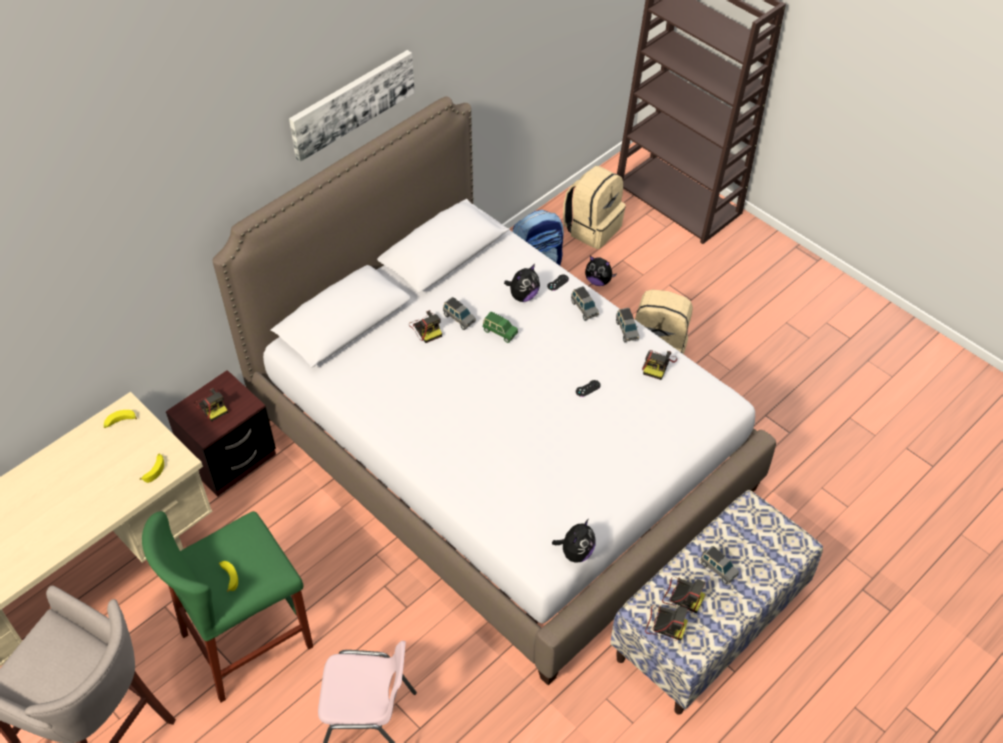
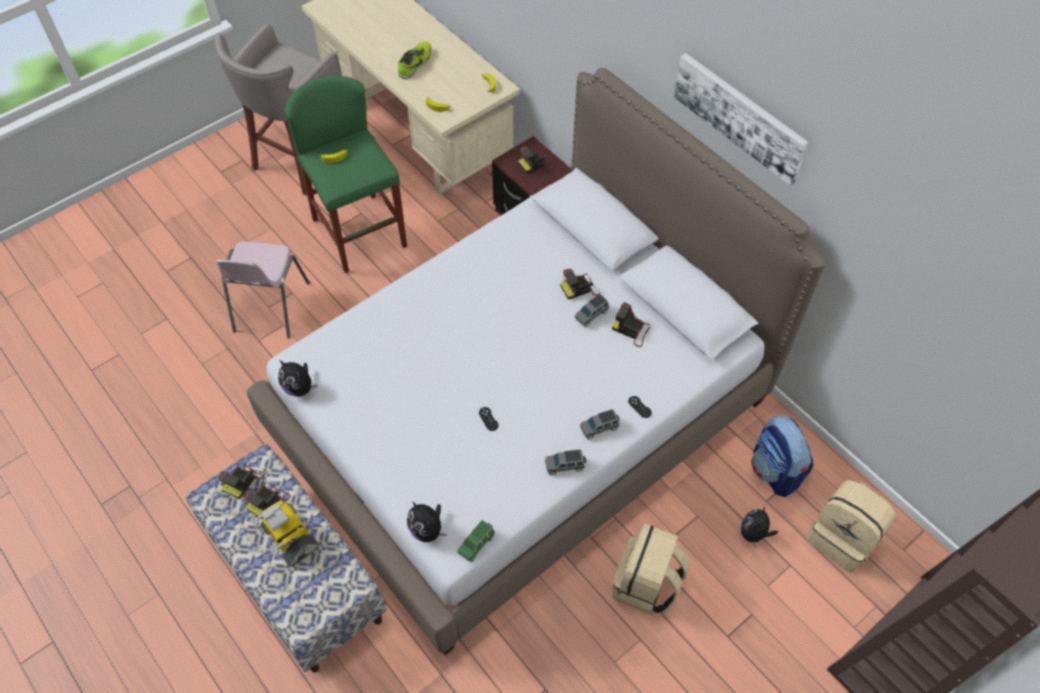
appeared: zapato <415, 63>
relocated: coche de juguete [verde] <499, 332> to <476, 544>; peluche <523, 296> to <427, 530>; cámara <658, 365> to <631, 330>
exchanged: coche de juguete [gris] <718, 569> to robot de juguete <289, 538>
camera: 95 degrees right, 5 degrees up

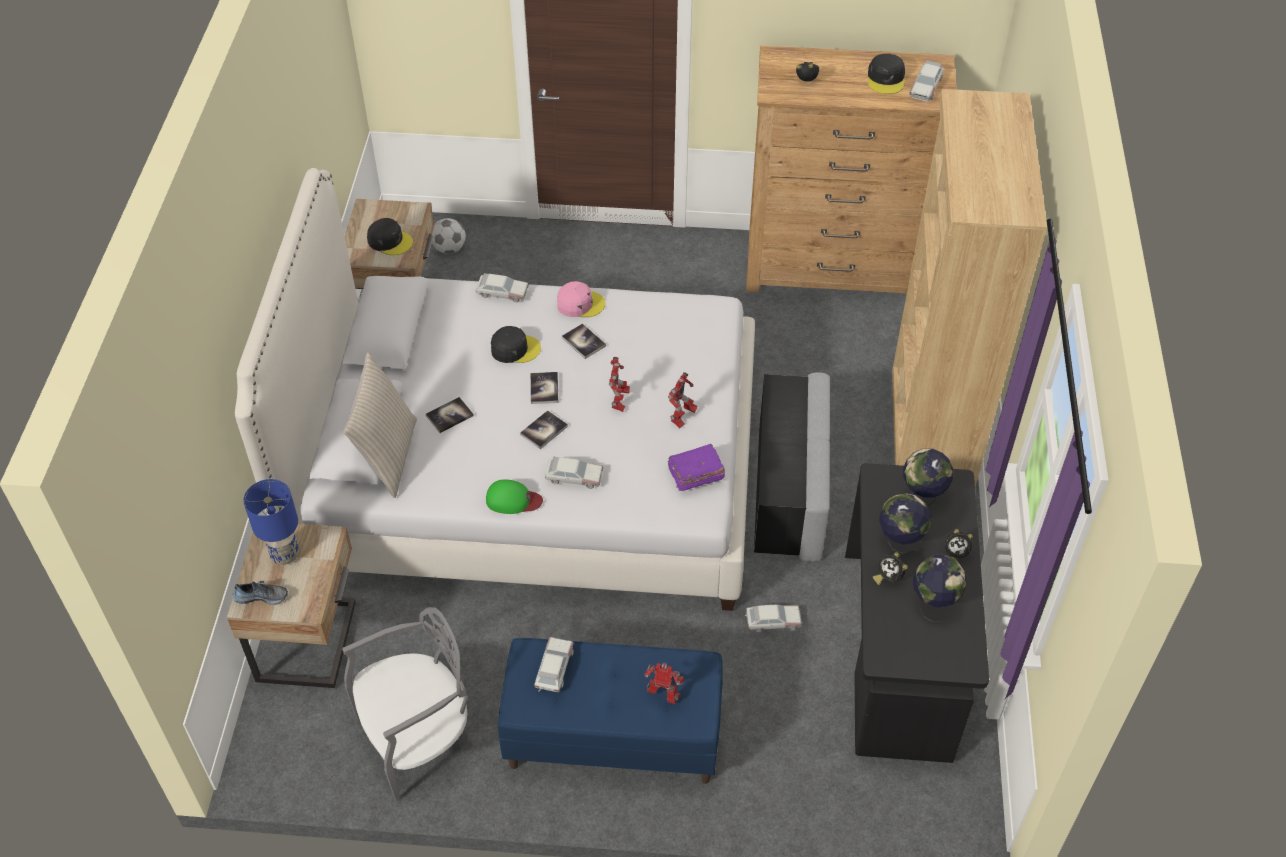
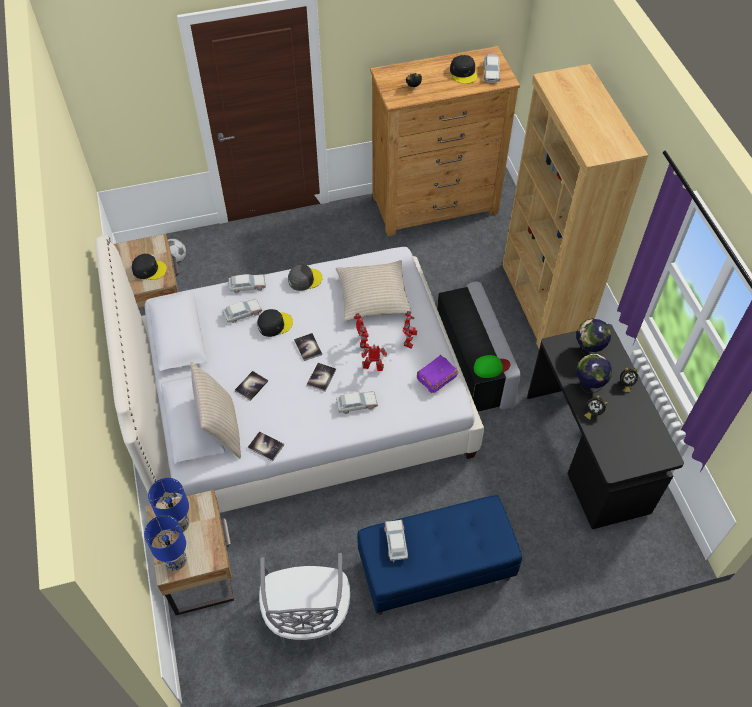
missing: globo terráqueo <933, 603>
appeared: cojín [beis] <373, 297>
relocated: gorra [verde] <513, 500> to <491, 367>; libro <583, 342> to <266, 446>; robot de juguete <664, 696> to <374, 368>; coche de juguete <772, 621> to <242, 313>
exchanged: zapato <261, 596> to lámpara de mesa [azul] <175, 561>
colour: gorra [rosa] <580, 304> to gorra [gris] <304, 279>
spun: silla [gris] <418, 739> = <307, 616> 135 degrees clockwise
camera: 20 degrees left, 5 degrees up

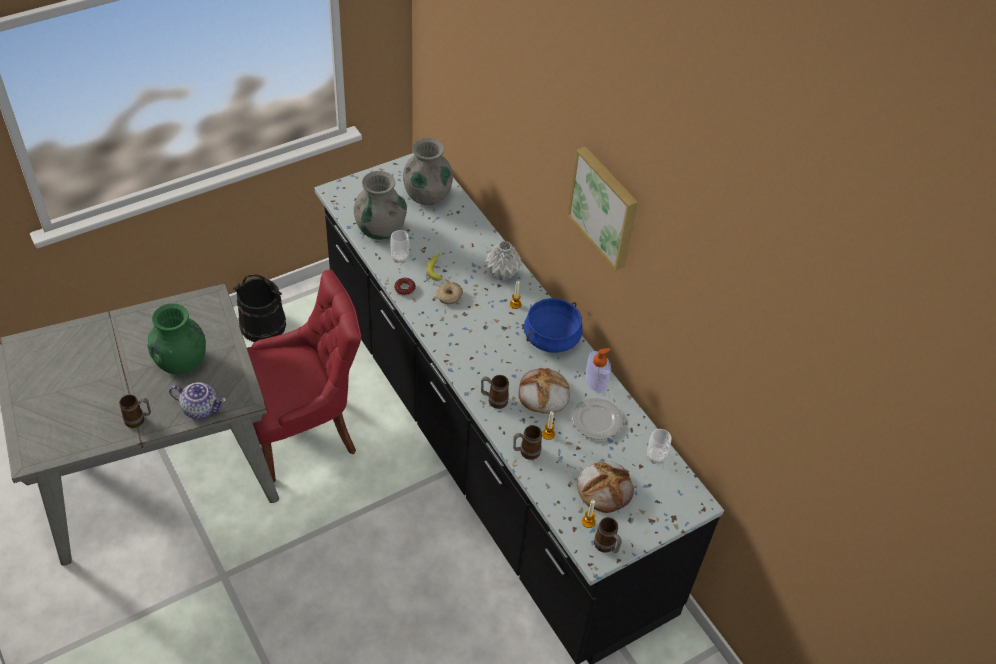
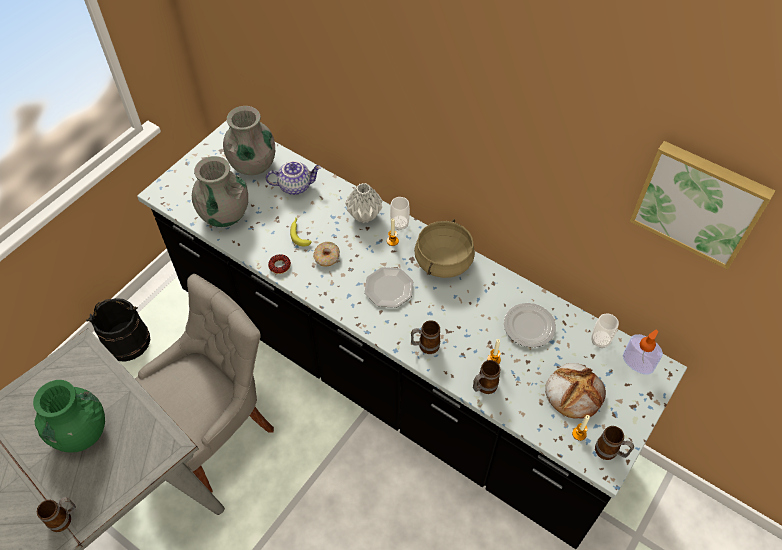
missing: pan <543, 394>
appeared: plato <389, 288>
relocated: tetera <201, 408> to <295, 186>; taza <400, 258> to <399, 224>; cuadro <605, 207> to <699, 202>; dispensador de jabón <596, 381> to <637, 362>
colour: silla [rojo] <303, 431> to silla [gris] <215, 429>; olla [azul] <551, 337> to olla [beis] <443, 260>
camera: 20 degrees left, 5 degrees up

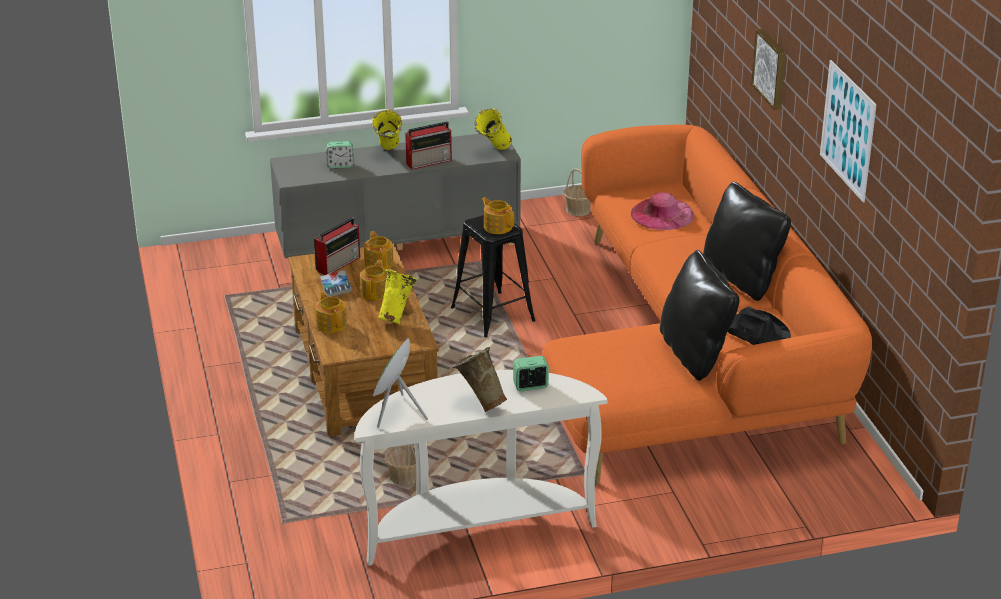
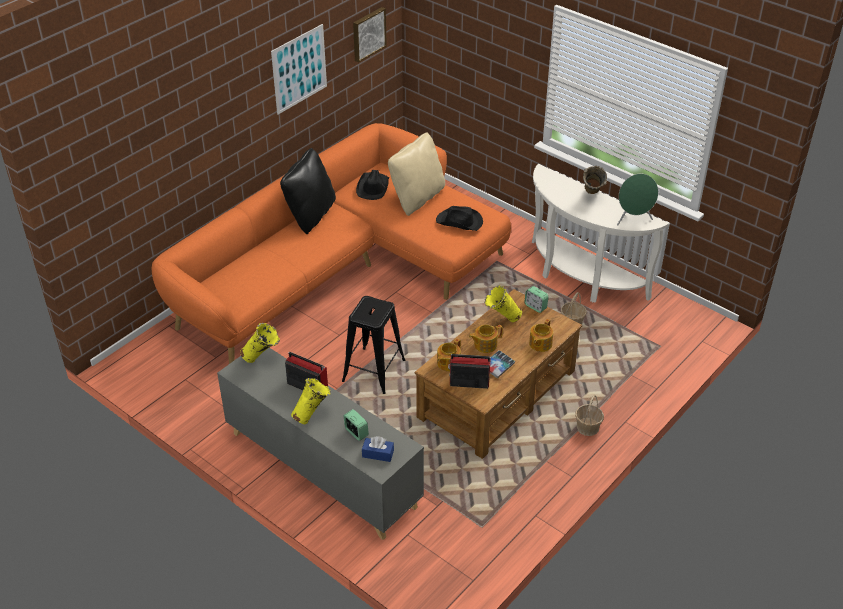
missing: tetera <497, 227>; sombrero [rosa] <662, 214>
appeared: caja de pañuelos [azul] <378, 454>; sombrero [negro] <459, 222>
relocated: despertador <530, 386> to <535, 306>; cesta <578, 209> to <587, 427>; cuadro <771, 68> to <368, 33>
colour: cojín [negro] <695, 354> to cojín [beis] <417, 198>
camera: 125 degrees left, 10 degrees up

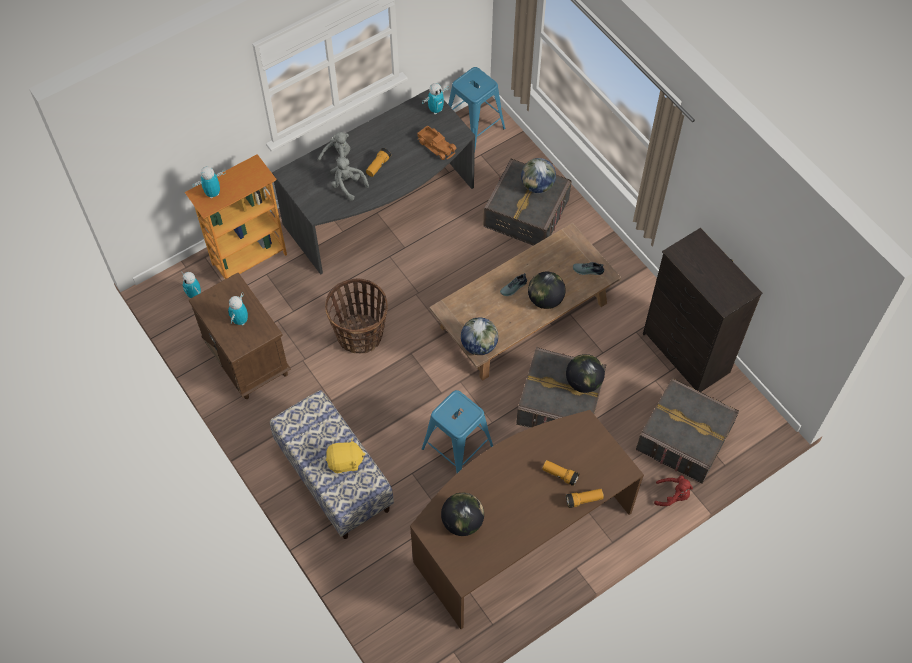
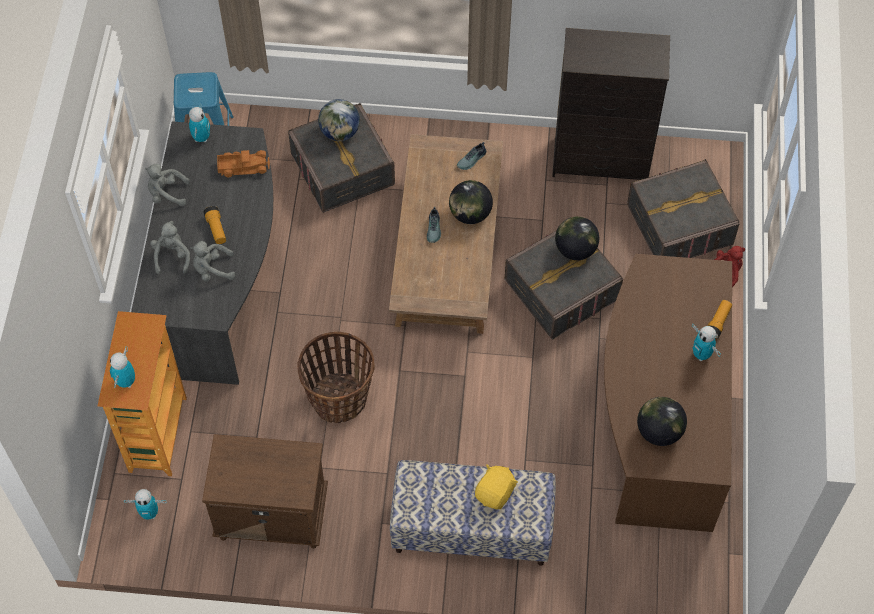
missing: taburete [azul] <457, 447>; globo terráqueo <479, 345>; linterna <560, 475>
appeared: peluche [gris] <167, 194>
relocated: robot de juguete <240, 320> to <701, 354>
camera: 50 degrees left, 0 degrees up

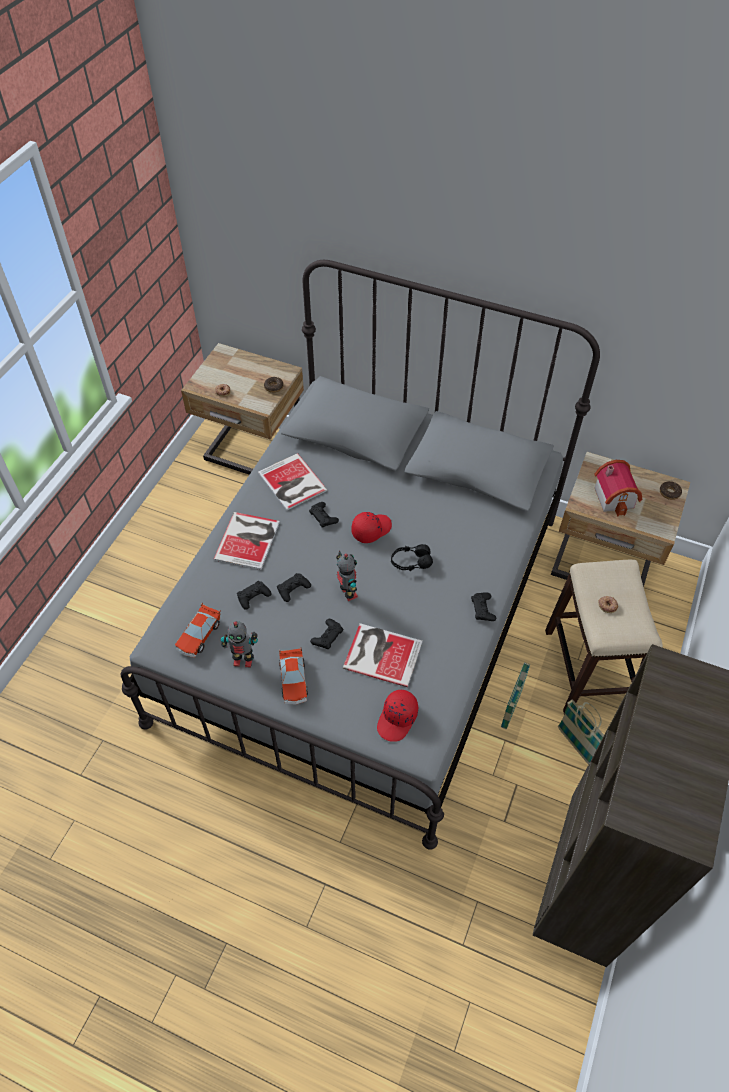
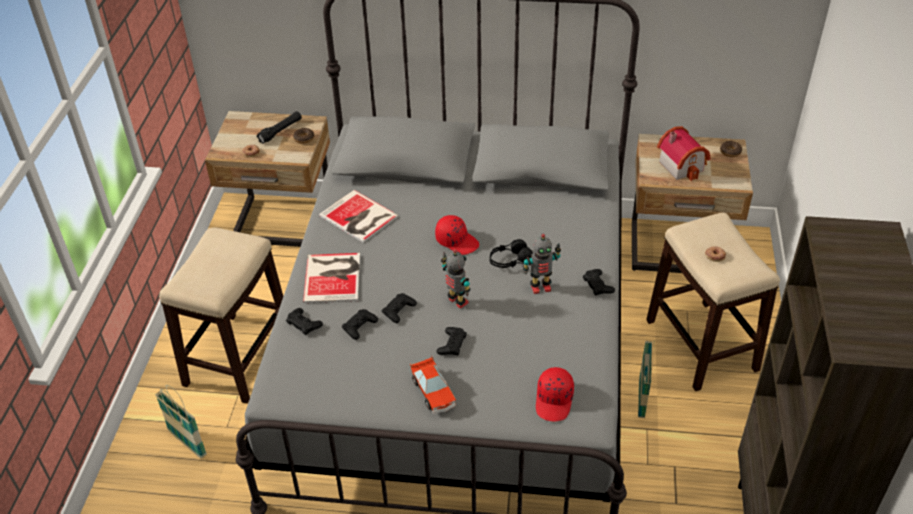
missing: coche de juguete <199, 636>; libro <381, 653>
appeared: taburete <238, 358>; linterna [negro] <280, 131>
relocated: robot de juguete <243, 660> to <540, 287>; mando de consola [negro] <323, 517> to <304, 324>; cesta <576, 745> to <187, 443>
spun: gorra [rojo] <371, 529> = <457, 241> 90 degrees clockwise
camera: 15 degrees left, 10 degrees down

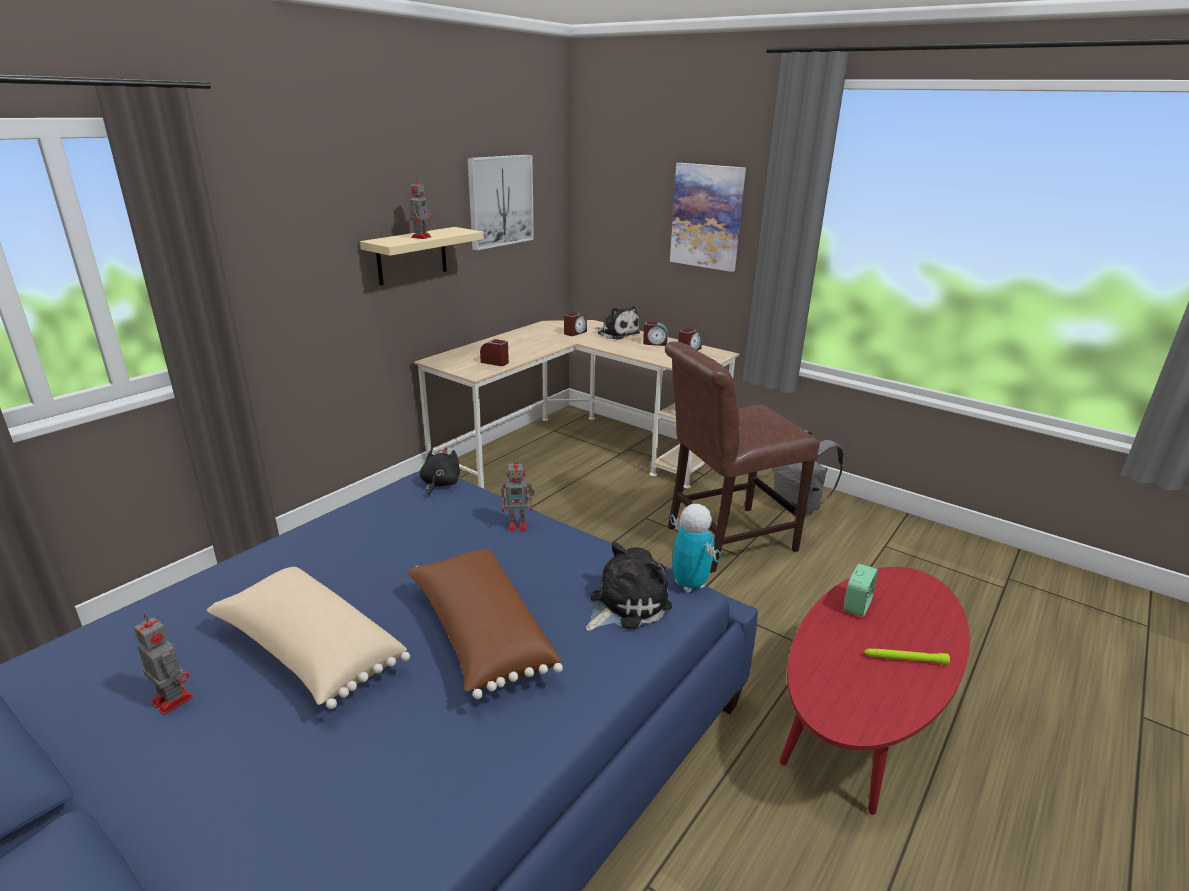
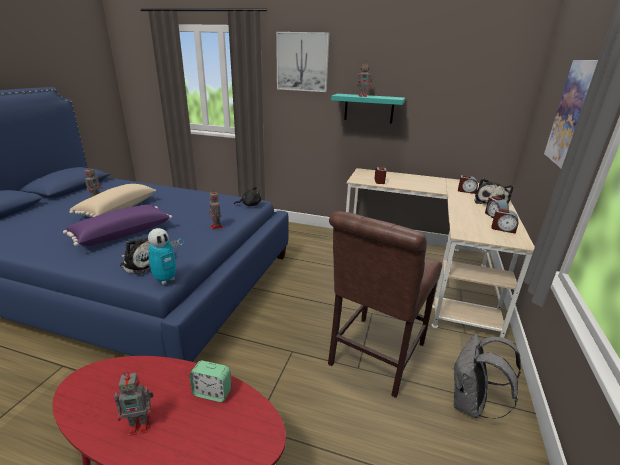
relocated: cuadro <500, 201> to <302, 62>
exchanged: linterna [verde] <904, 659> to robot de juguete <141, 424>
colour: estante [beis] <412, 255> to estante [turquesa] <369, 108>; cojín [marrón] <480, 635> to cojín [morado] <122, 233>
spun: silla [marrón] <724, 539> = <374, 357> 105 degrees counterclockwise
camera: 70 degrees right, 0 degrees up

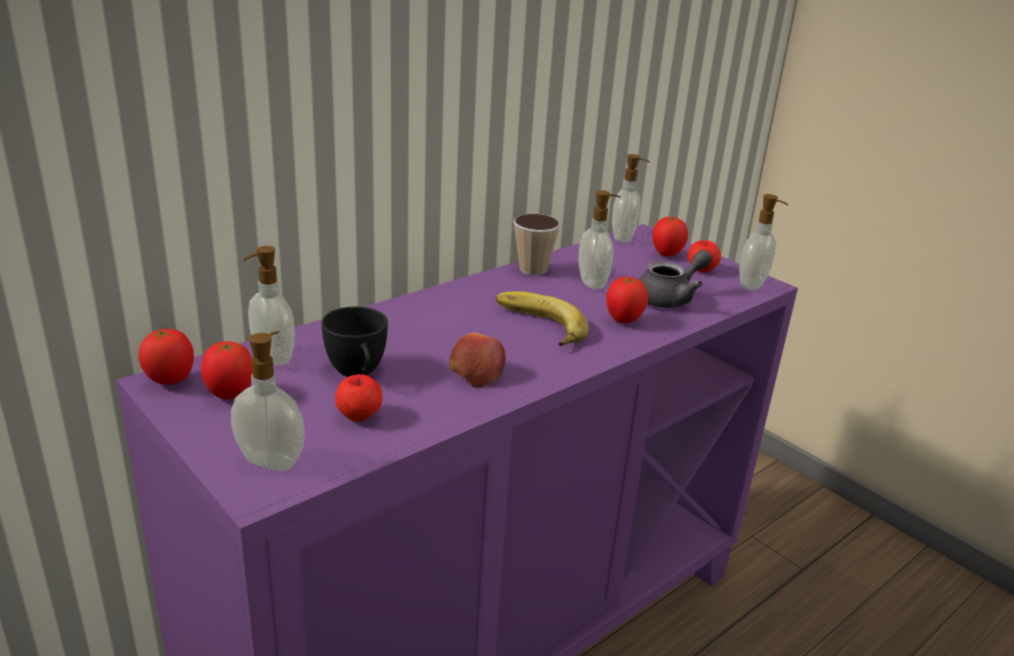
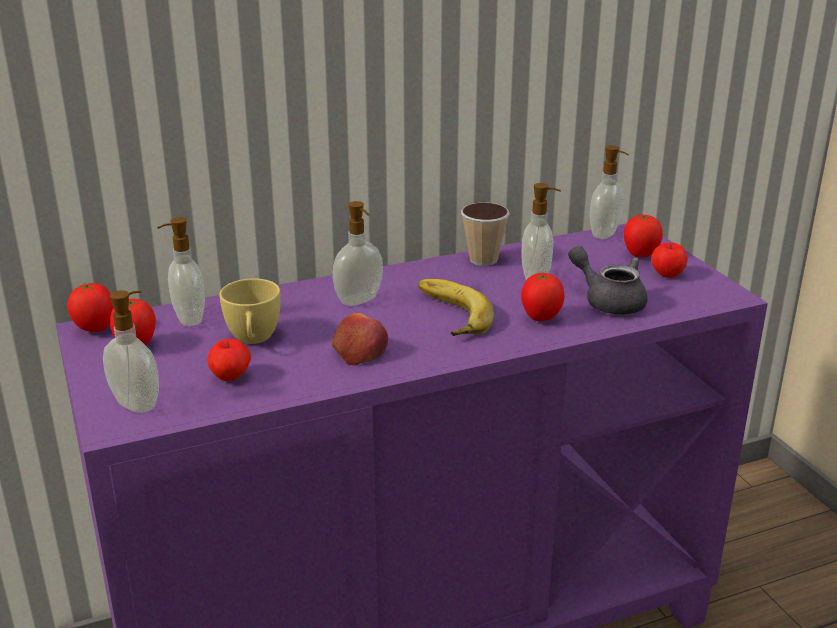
relocated: dispensador de jabón <753, 285> to <360, 301>
colour: taza [negro] <358, 372> to taza [amarillo] <253, 339>
spun: tetera [gris] <670, 298> = <608, 301> 120 degrees counterclockwise
camera: 20 degrees right, 0 degrees up

